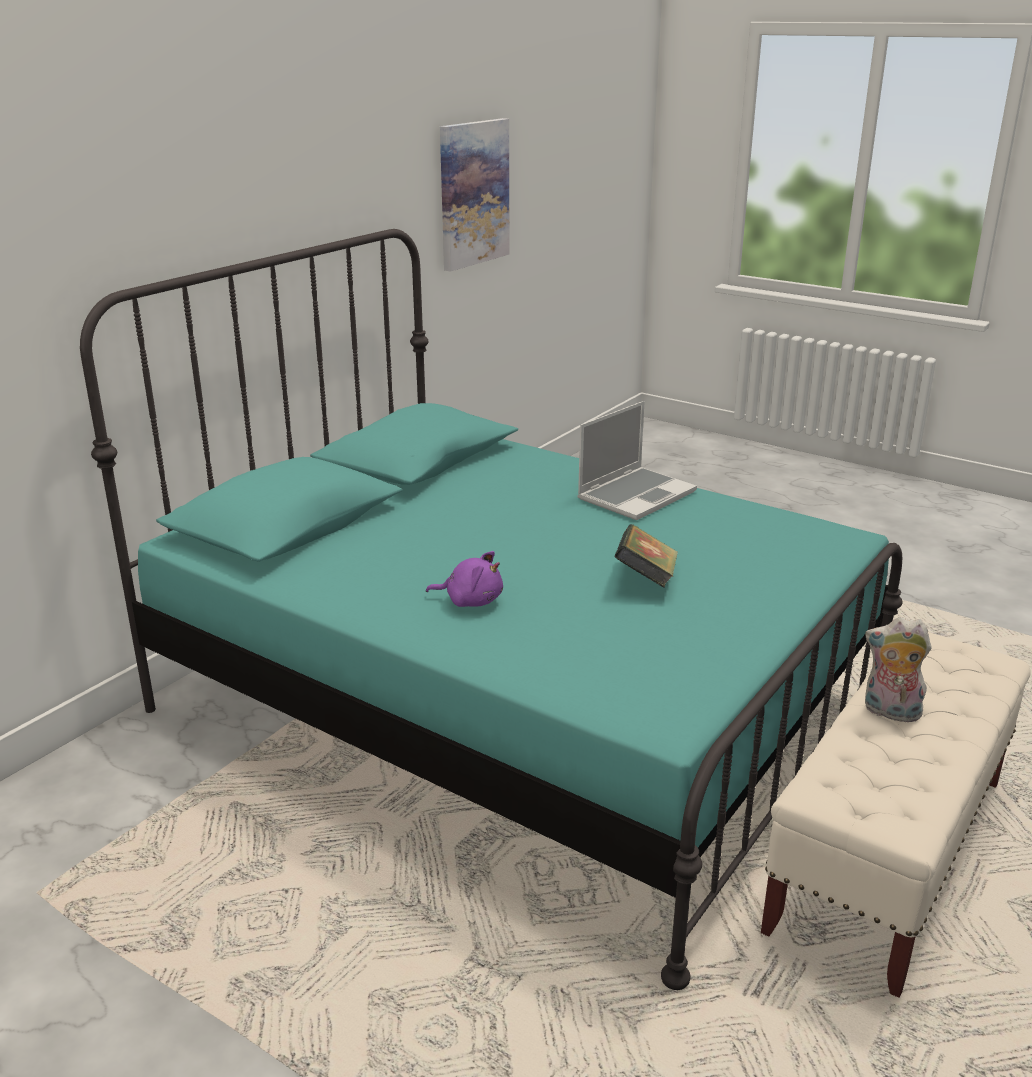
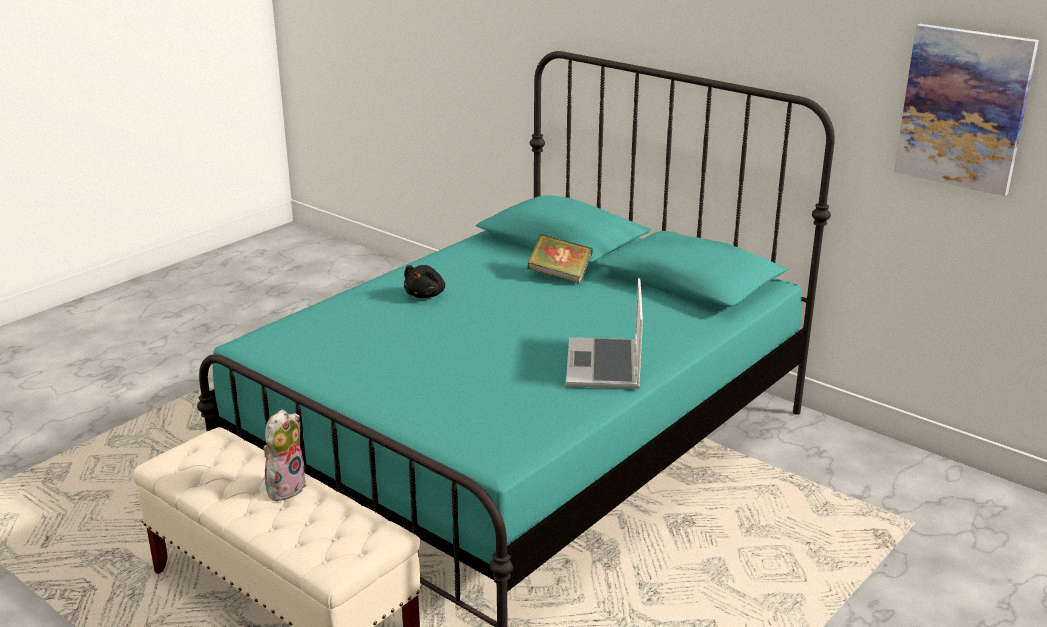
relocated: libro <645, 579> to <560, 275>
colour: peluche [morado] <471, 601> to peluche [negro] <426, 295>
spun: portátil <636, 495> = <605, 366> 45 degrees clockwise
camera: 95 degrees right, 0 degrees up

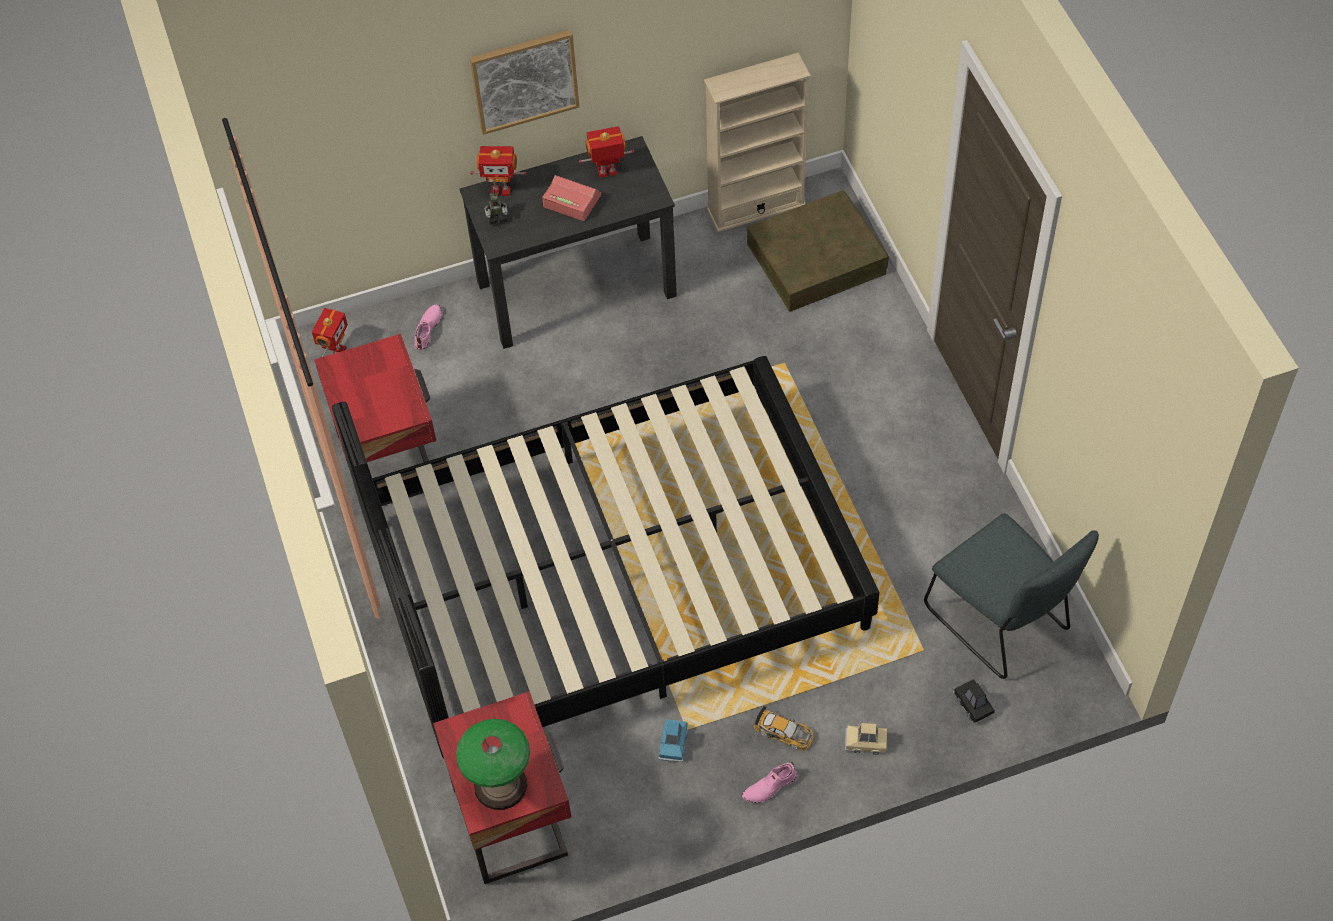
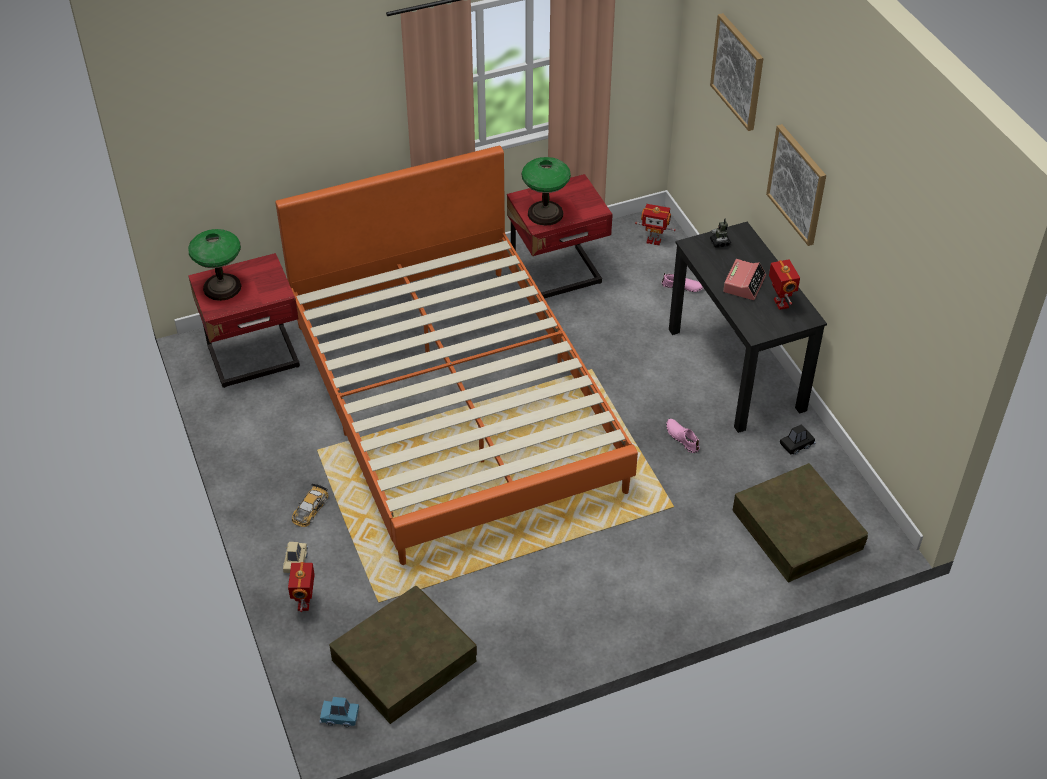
missing: estantería [beis] <756, 207>
appeared: lámpara de mesa <545, 214>; cuadro <738, 71>
relocated: robot de juguete <500, 190> to <305, 603>; coche de juguete [azul] <673, 743> to <339, 716>; zapato [rosa] <769, 786> to <682, 438>; coche de juguete [negro] <973, 704> to <796, 444>
exchanged: silla [gris] <1001, 622> to caja de almacenaje [marrón] <404, 660>
colour: cama [negro] <614, 576> to cama [naranja] <455, 403>
camera: 85 degrees right, 10 degrees down

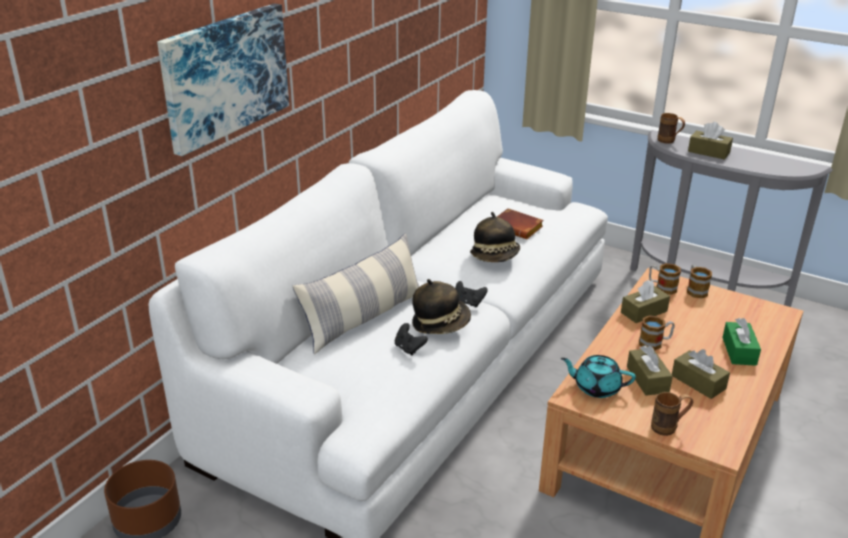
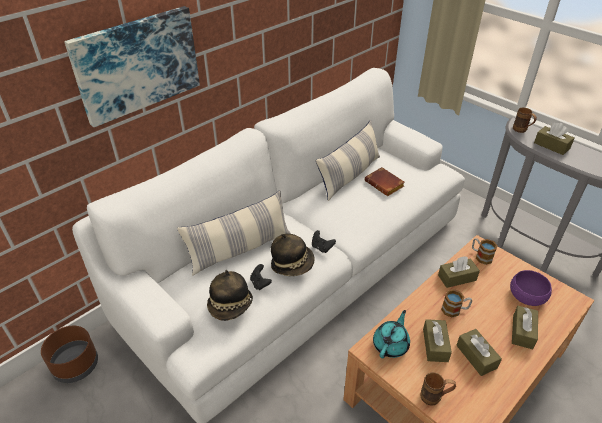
missing: taza grande <695, 290>
appeared: cojín <349, 175>; cuenco [morado] <527, 295>
relocated: sombrero <495, 256> to <231, 306>
colour: caja de pañuelos [verde] <739, 351> to caja de pañuelos [marrón] <522, 332>
spun: tetera [turquesa] <596, 387> = <391, 344> 90 degrees clockwise
camera: 15 degrees right, 10 degrees up

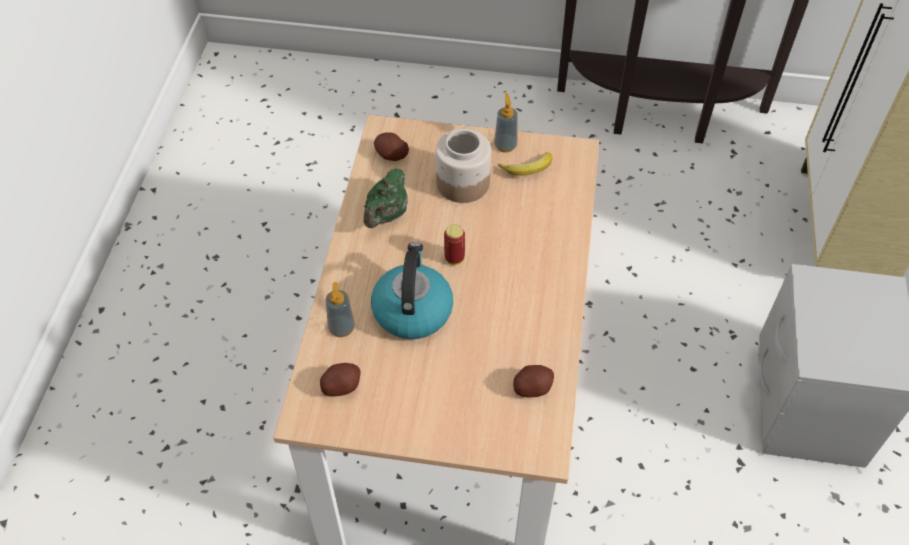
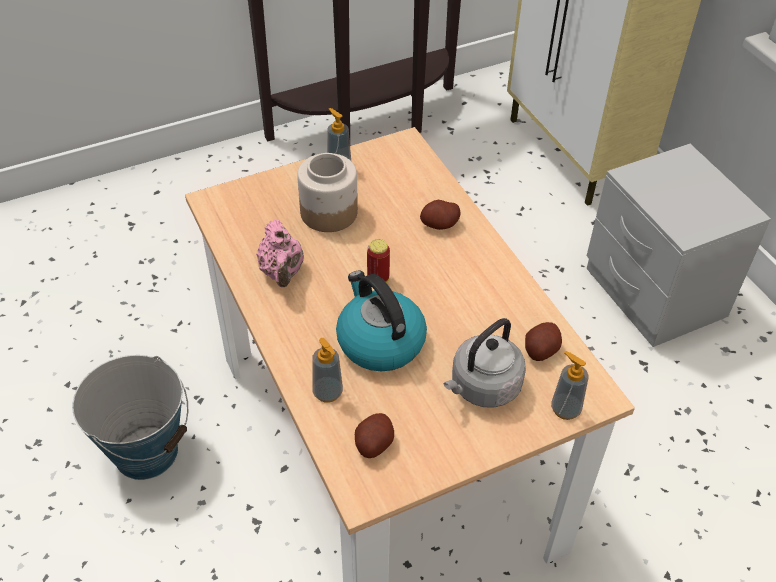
missing: plátano <528, 169>
appeared: cubo <146, 451>; hervidor [gris] <482, 387>; dispensador de jabón <565, 409>
relocated: patata <391, 155> to <439, 224>
colour: tetera [verde] <386, 215> to tetera [rosa] <282, 272>
camera: 35 degrees left, 5 degrees down

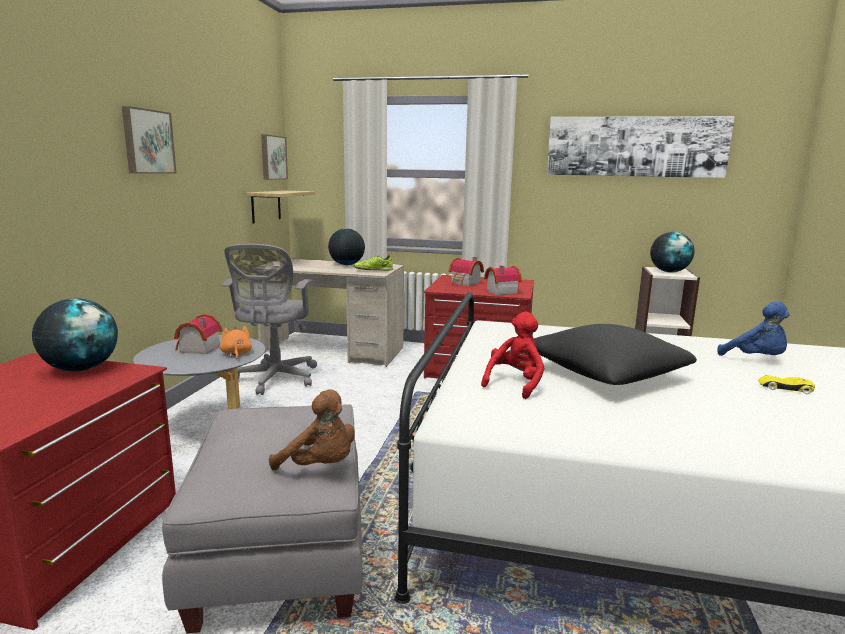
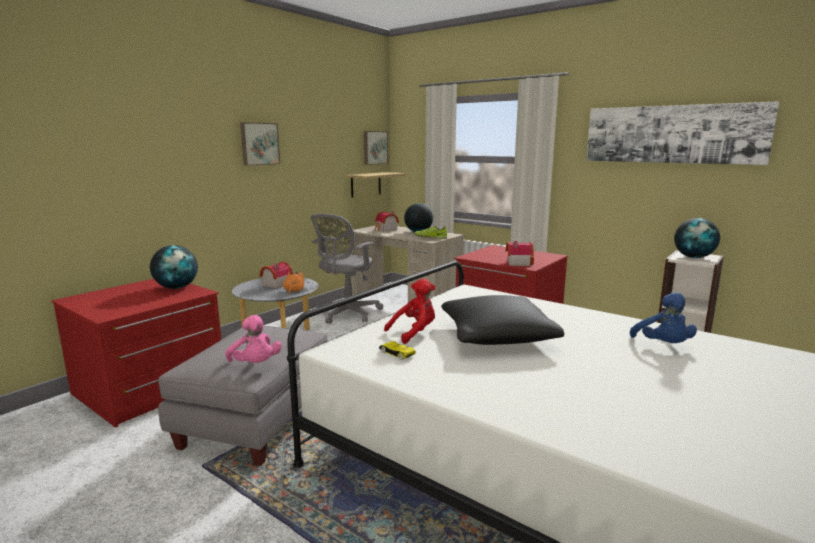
relocated: casita <465, 283> to <386, 229>; coche de juguete [amarillo] <784, 388> to <396, 353>
colour: peluche [marrón] <320, 466> to peluche [rosa] <255, 365>
camera: 25 degrees right, 0 degrees up

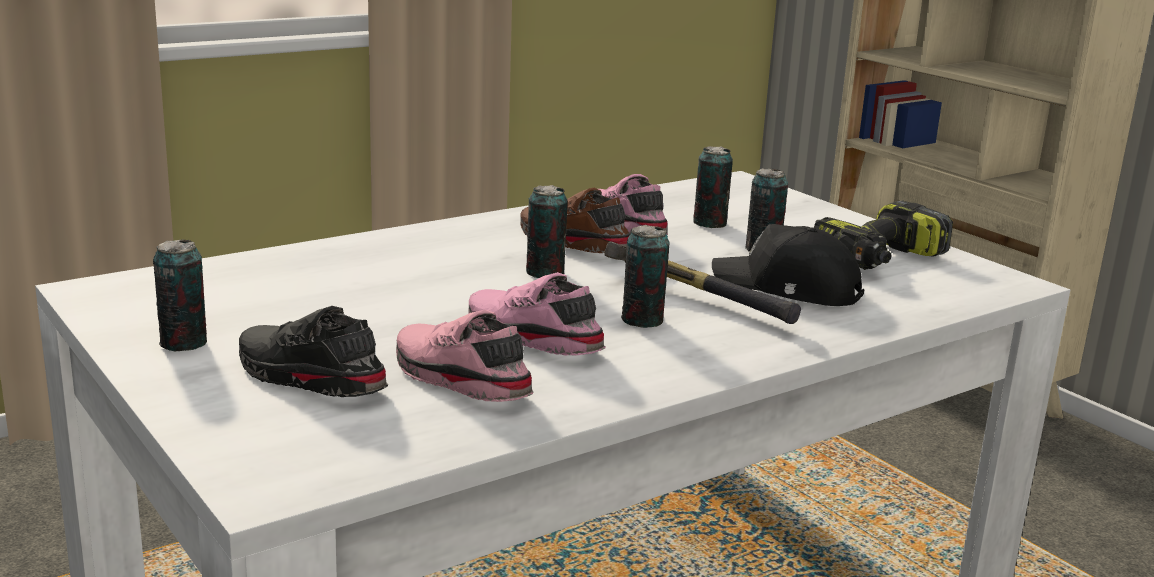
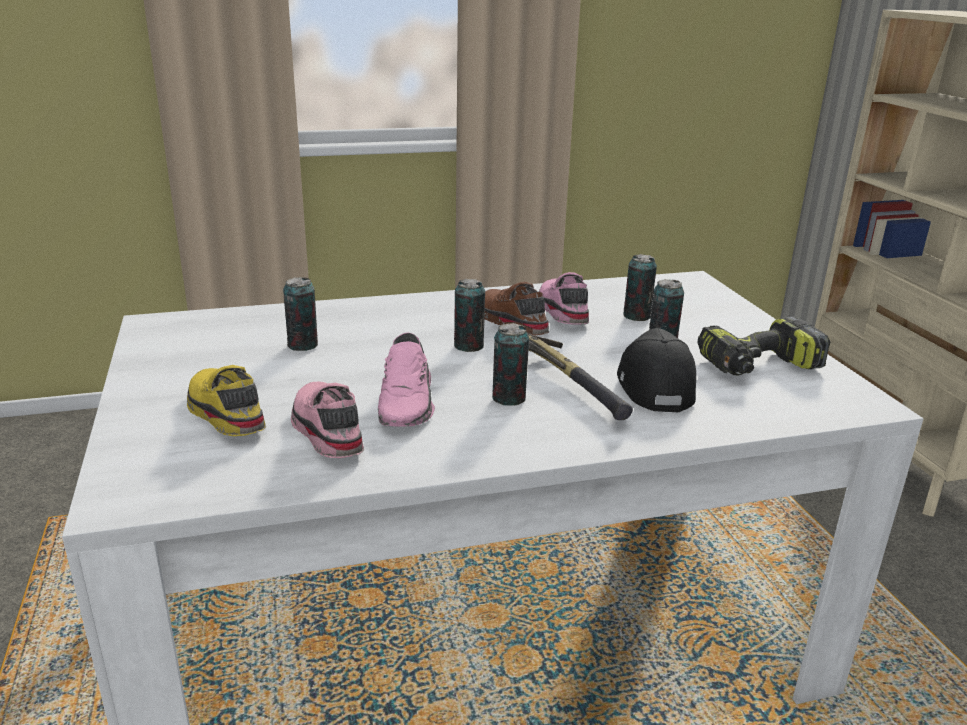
relocated: lata <183, 343> to <303, 345>
colour: zapato [negro] <307, 379> to zapato [amarillo] <224, 414>
spun: zapato [rosa] <530, 339> = <408, 403> 150 degrees counterclockwise; gorra [negro] <787, 289> = <653, 384> 45 degrees clockwise
camera: 20 degrees right, 5 degrees up

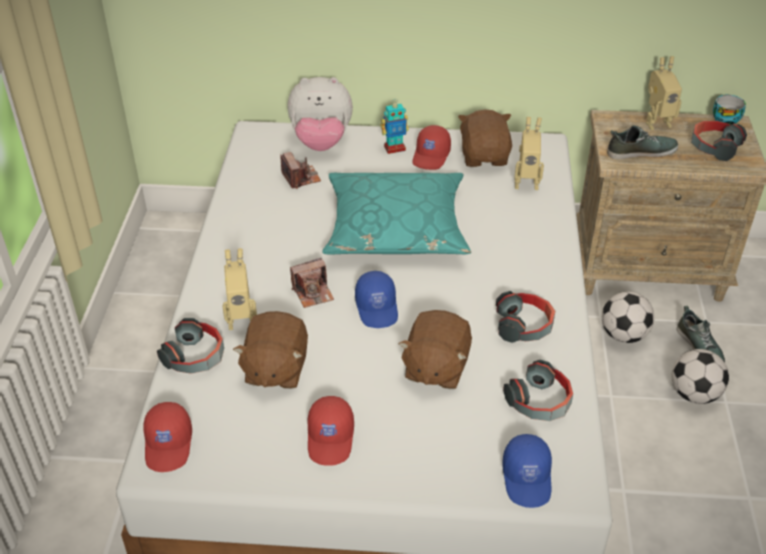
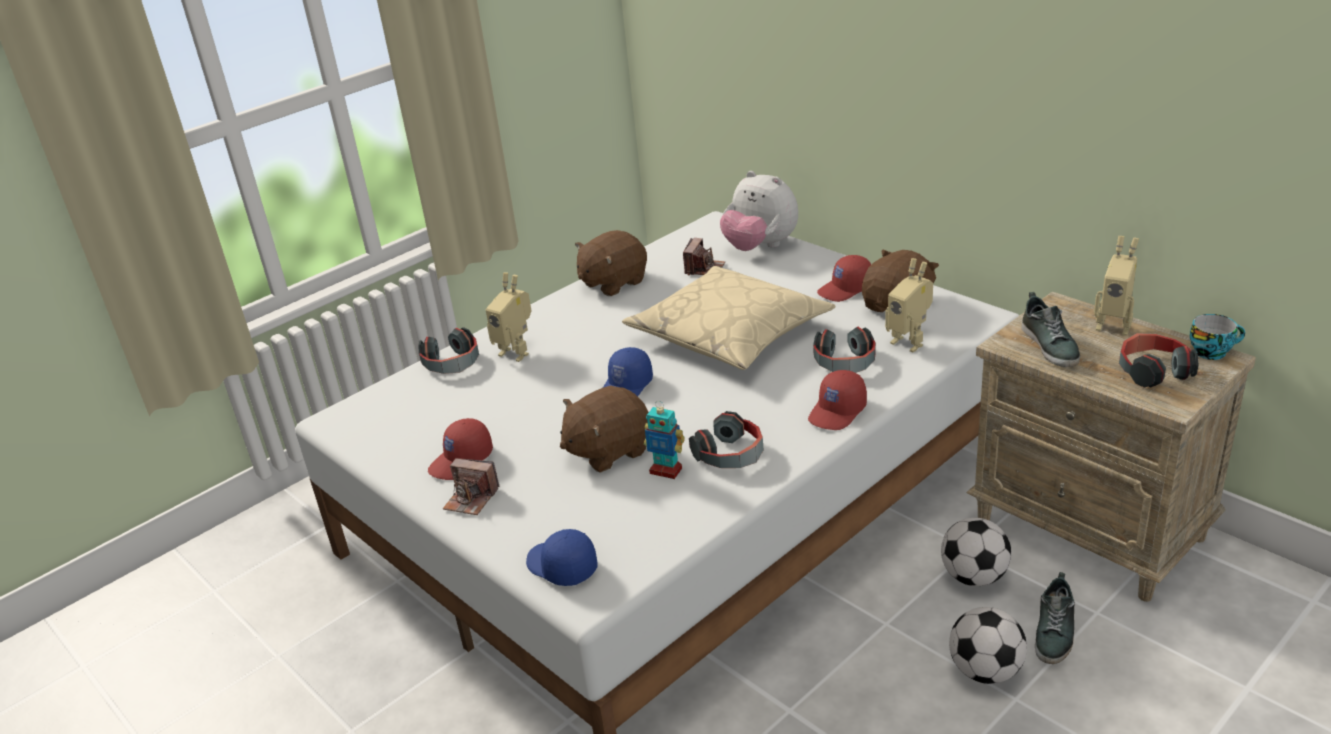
relocated: gorra [rojo] <169, 445> to <838, 412>; peluche [marrón] <275, 369> to <613, 283>; cámara <313, 293> to <471, 499>; robot de juguete <394, 148> to <666, 470>; auriculares <540, 402> to <845, 363>
colour: cojín [turquesa] <396, 228> to cojín [beis] <729, 334>
spun: gorra [azul] <528, 478> = <561, 567> 90 degrees clockwise; zapato <641, 151> = <1050, 345> 45 degrees clockwise
camera: 45 degrees right, 10 degrees down

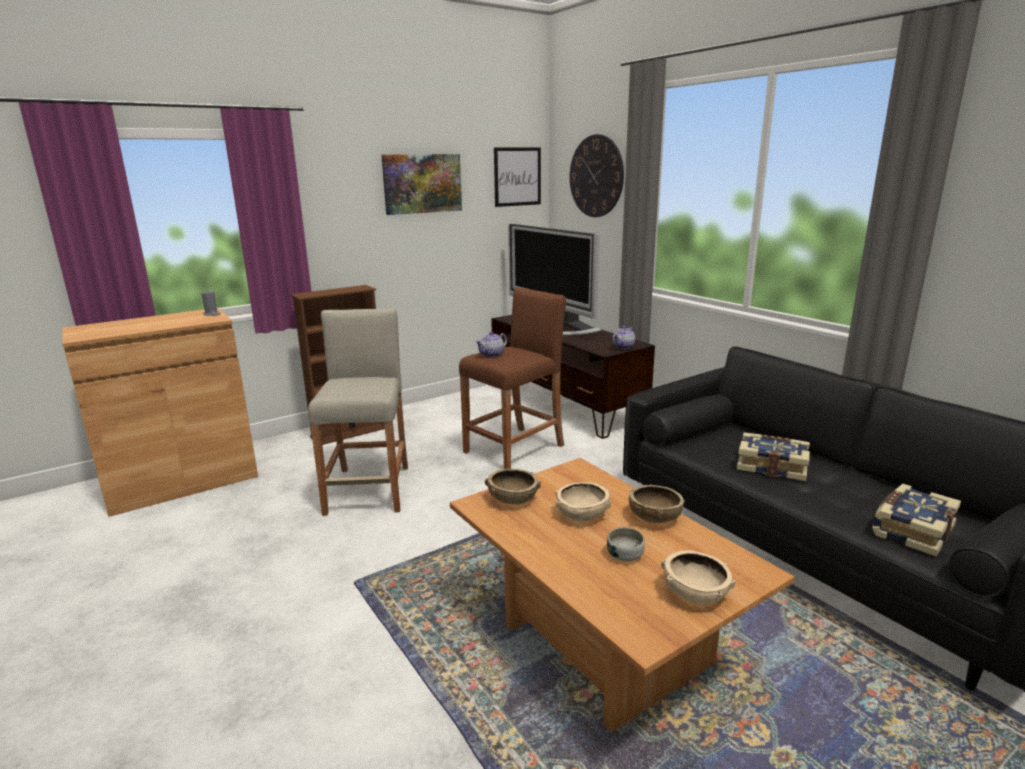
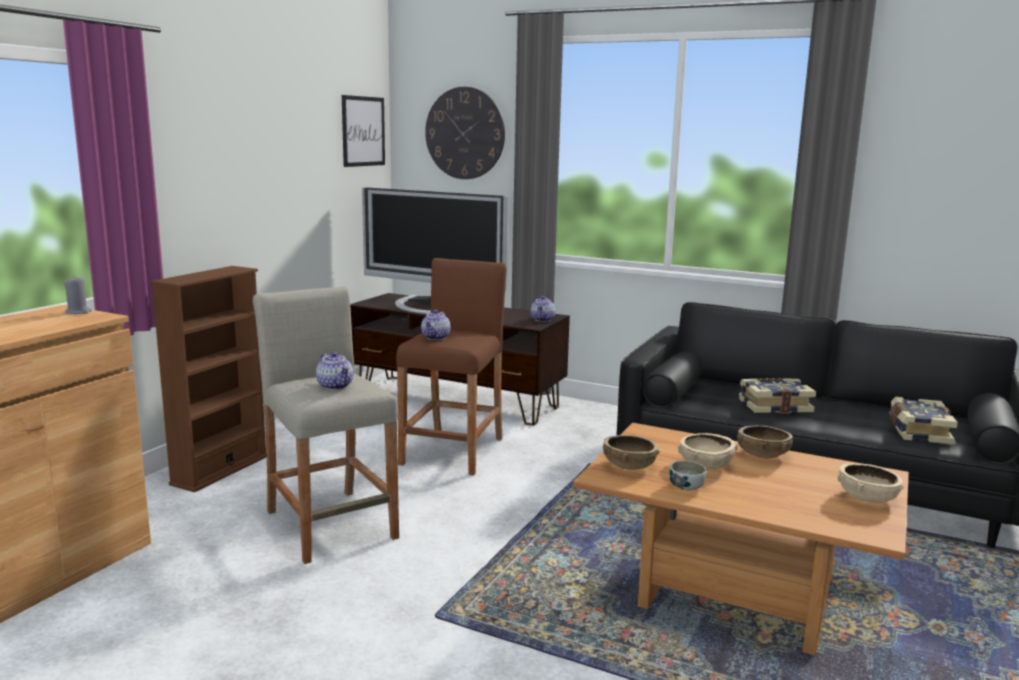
missing: cuadro <422, 183>
appeared: tetera <336, 386>
relocated: cuenco <625, 555> to <686, 487>
camera: 30 degrees left, 5 degrees down

